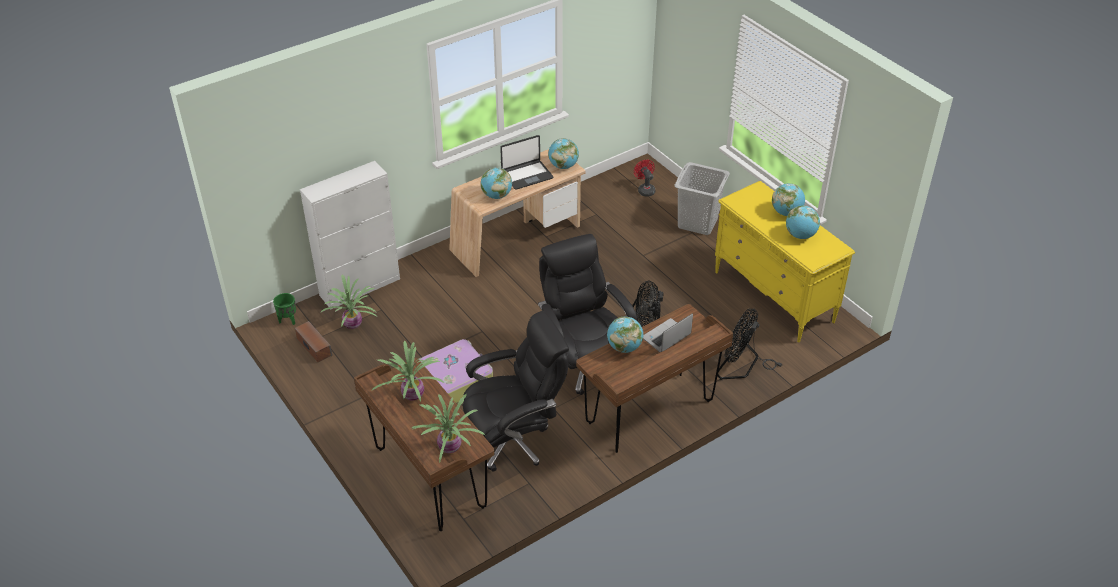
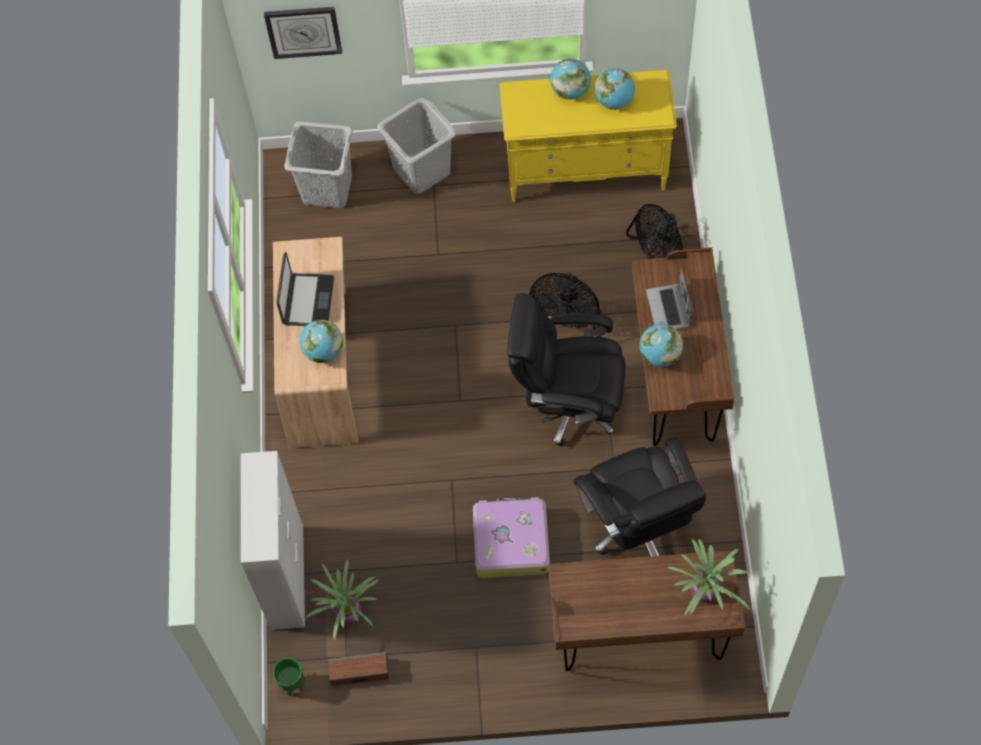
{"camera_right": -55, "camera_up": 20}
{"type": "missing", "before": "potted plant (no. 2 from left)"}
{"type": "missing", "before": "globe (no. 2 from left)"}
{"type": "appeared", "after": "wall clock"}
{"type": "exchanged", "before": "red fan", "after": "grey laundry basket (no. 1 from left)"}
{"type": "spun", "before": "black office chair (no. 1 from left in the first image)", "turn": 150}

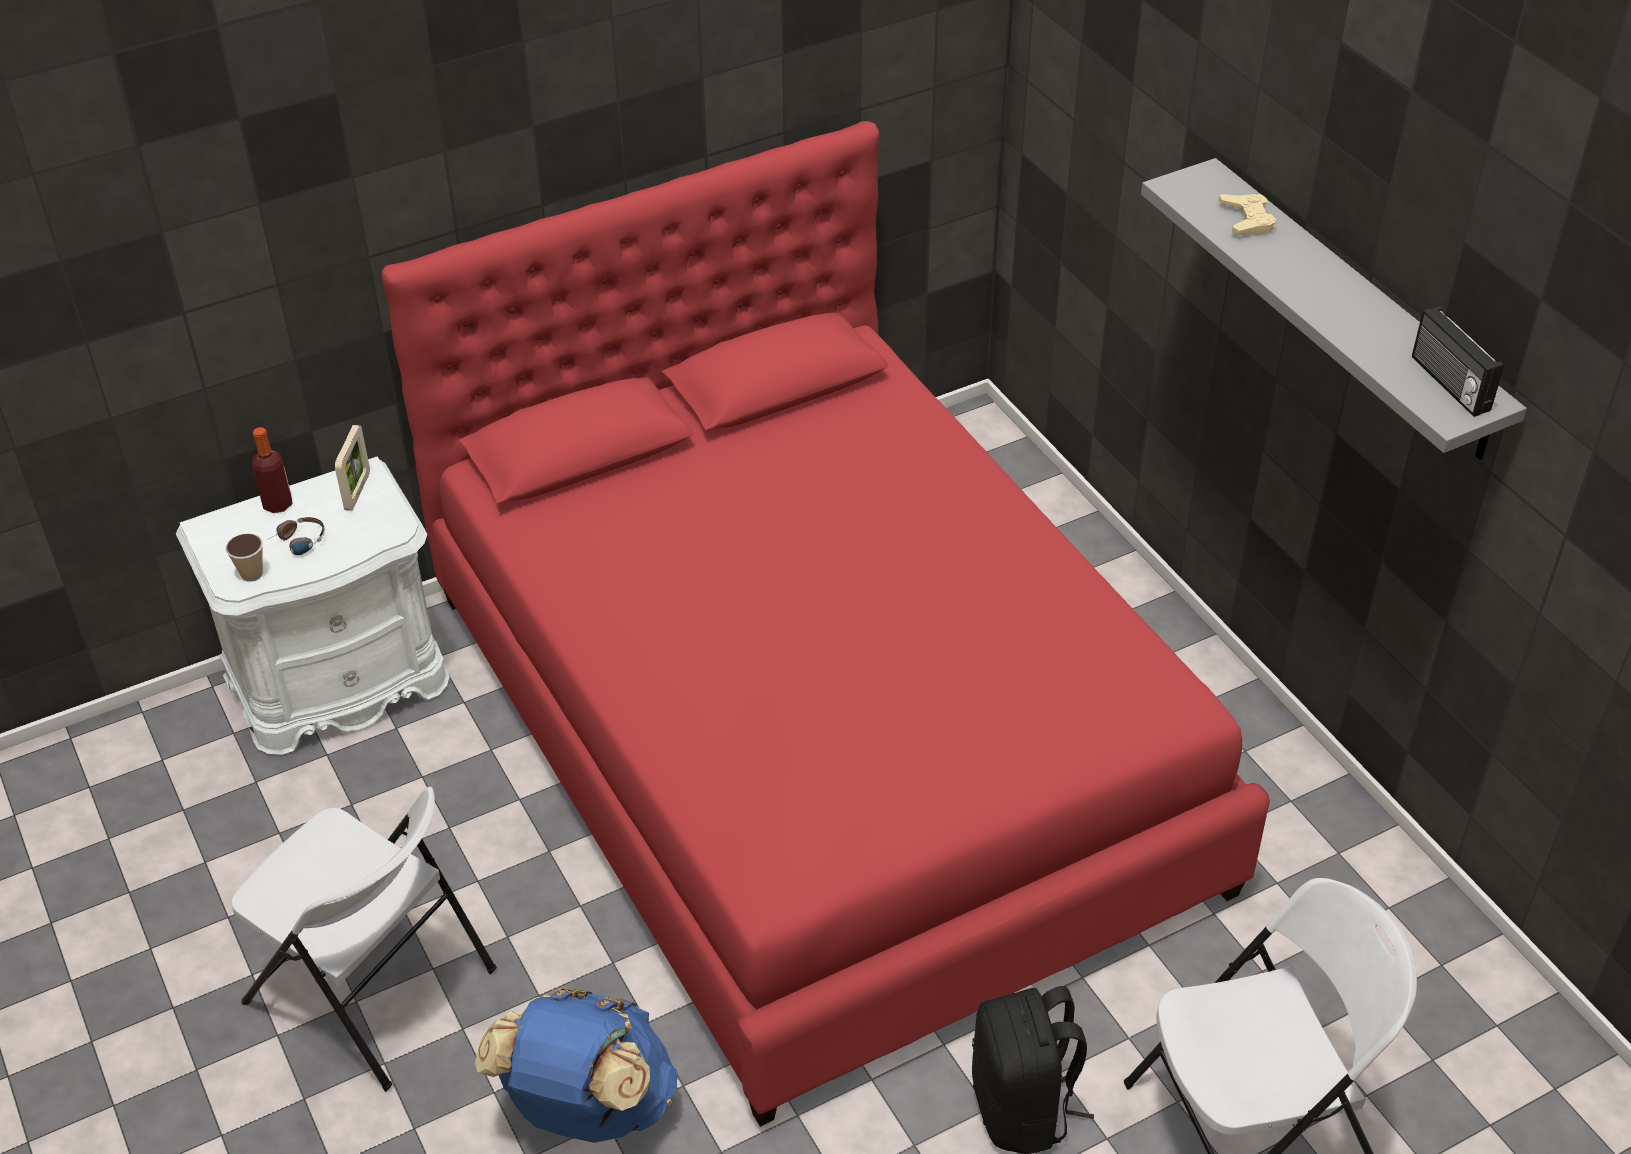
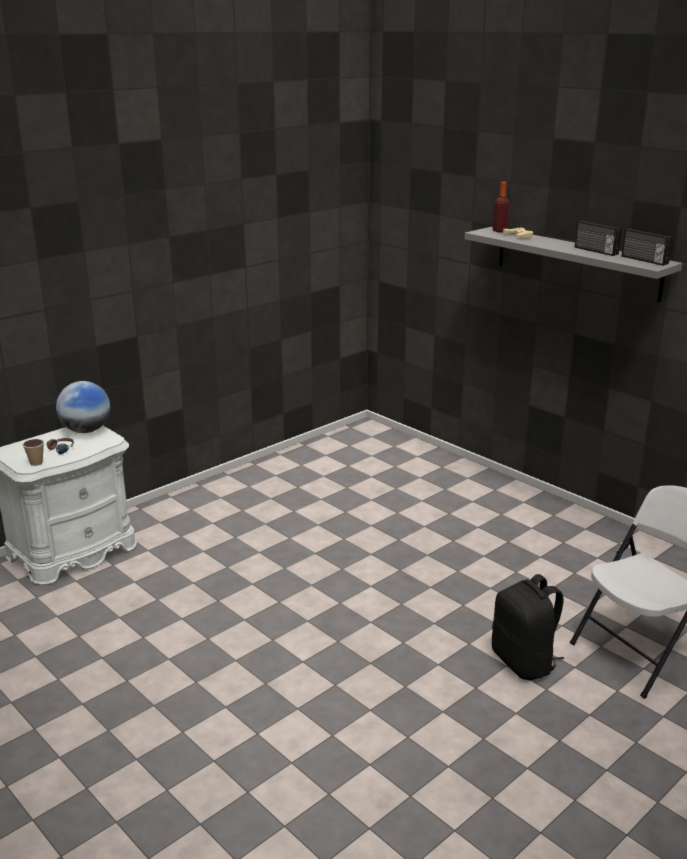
{"camera_right": -15, "camera_up": -20}
{"type": "missing", "before": "white chair (no. 1 from left)"}
{"type": "missing", "before": "red bed"}
{"type": "missing", "before": "blue backpack"}
{"type": "appeared", "after": "radio (no. 1 from left)"}
{"type": "relocated", "before": "bottle"}
{"type": "exchanged", "before": "picture frame", "after": "globe"}

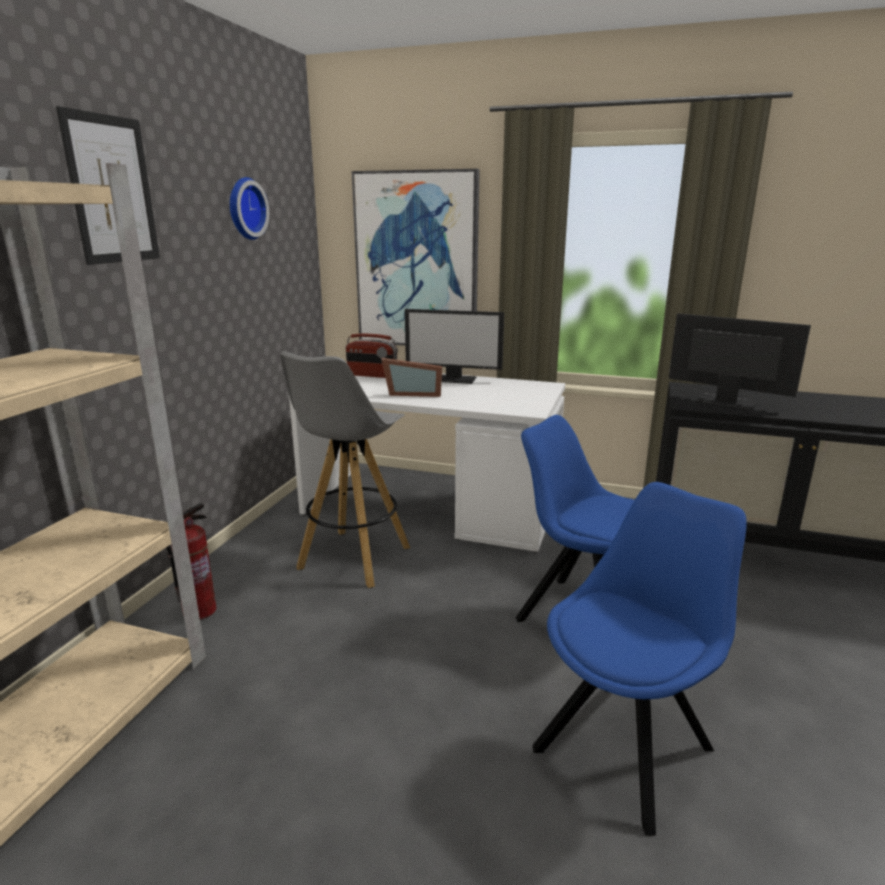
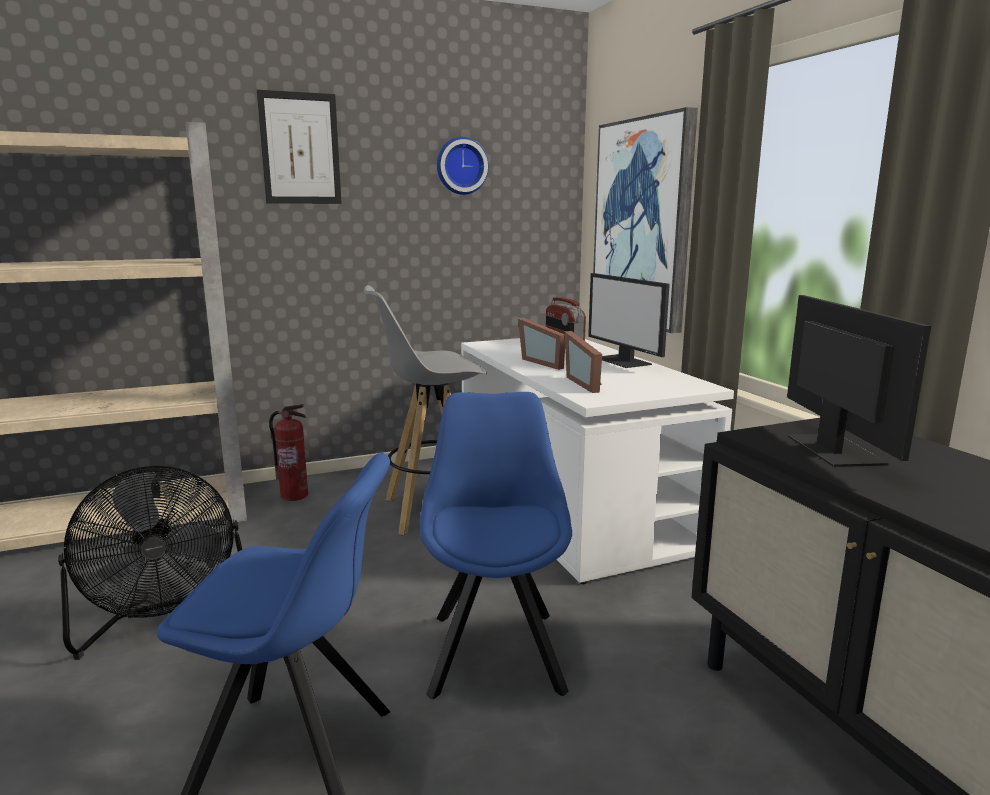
{"camera_right": 50, "camera_up": -5}
{"type": "appeared", "after": "black fan"}
{"type": "appeared", "after": "picture frame (no. 2 from left)"}

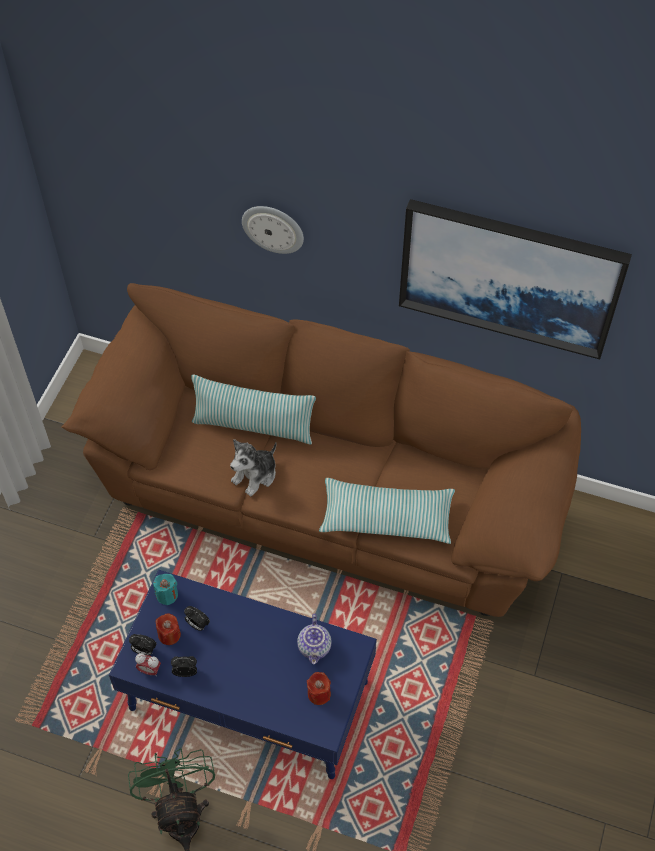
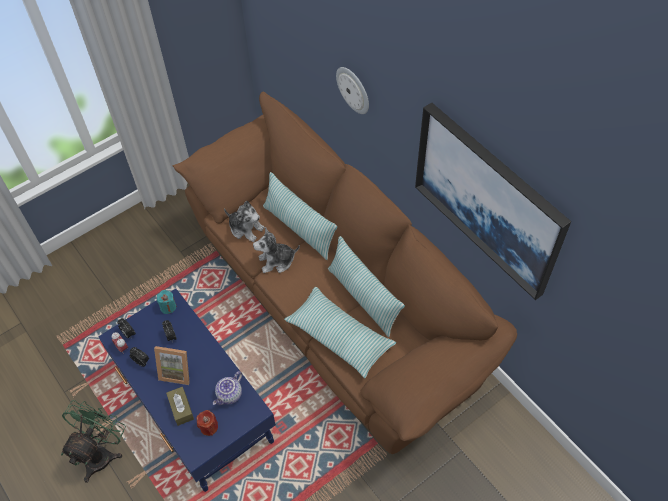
{"camera_right": 35, "camera_up": 0}
{"type": "missing", "before": "red candle (no. 1 from left)"}
{"type": "appeared", "after": "picture frame"}
{"type": "appeared", "after": "brown tissue box"}
{"type": "appeared", "after": "plush toy (no. 1 from left)"}
{"type": "appeared", "after": "pillow (no. 3 from left)"}

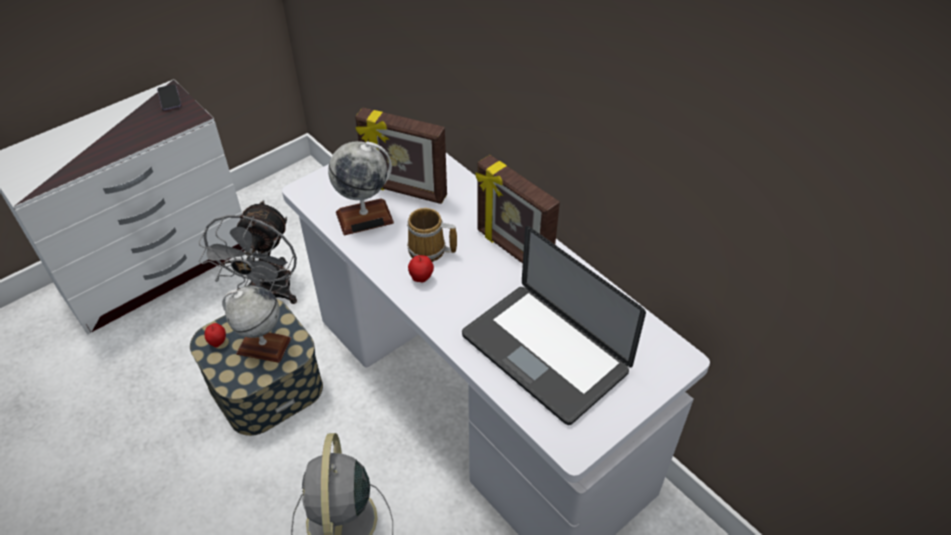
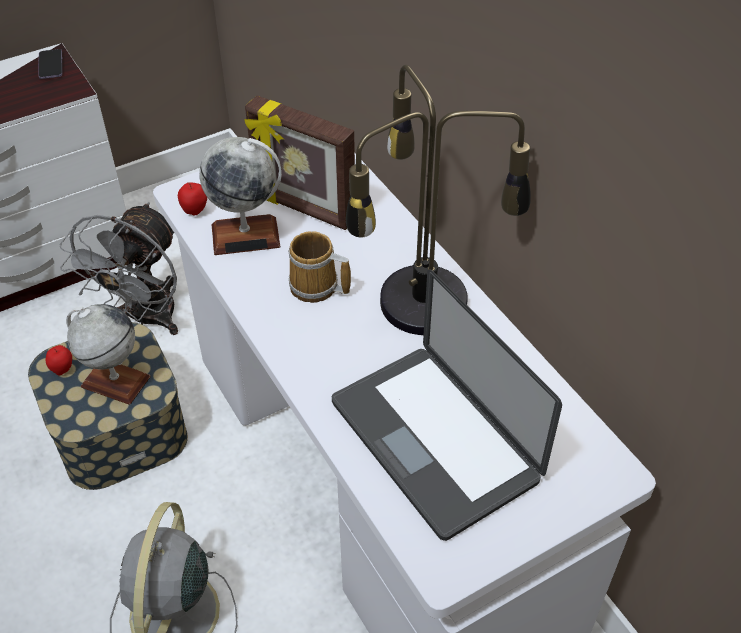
{"camera_right": 10, "camera_up": 0}
{"type": "relocated", "before": "apple (no. 2 from left)"}
{"type": "exchanged", "before": "picture frame (no. 2 from left)", "after": "table lamp"}

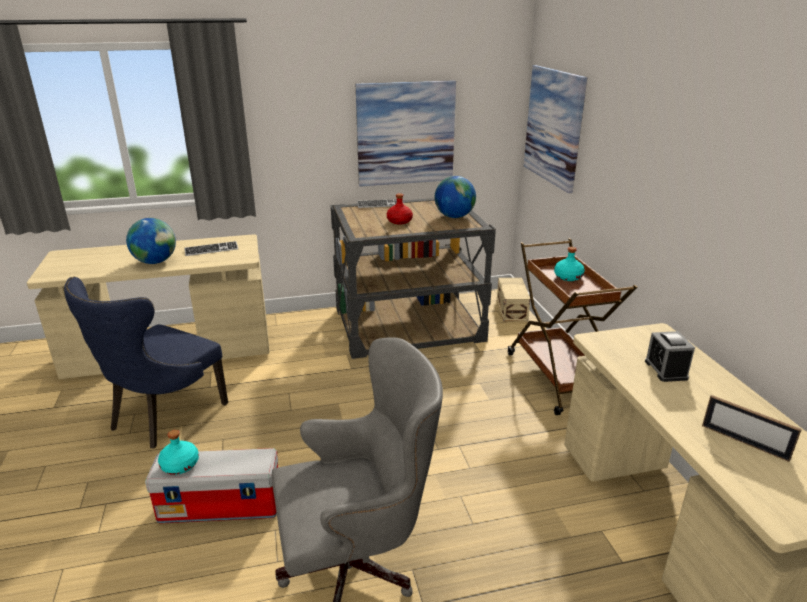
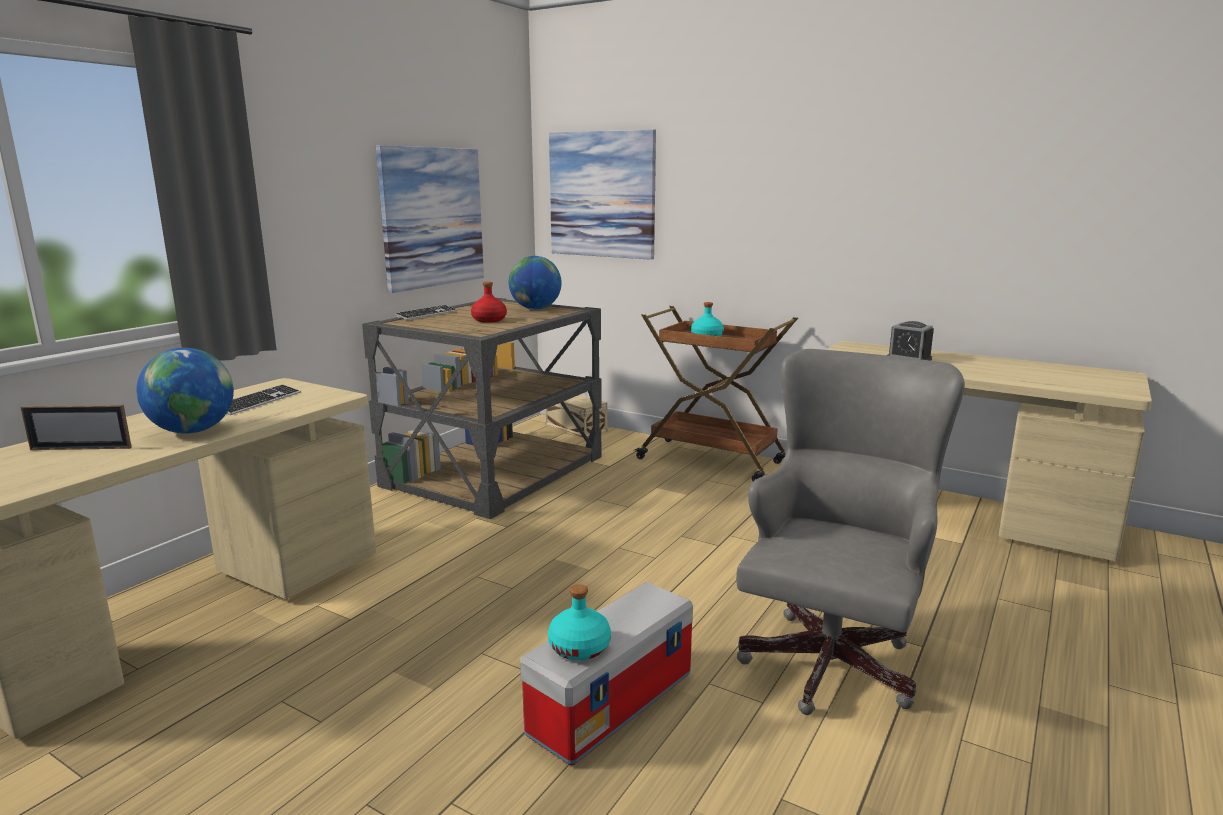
{"camera_right": -45, "camera_up": -10}
{"type": "missing", "before": "blue chair"}
{"type": "relocated", "before": "picture frame"}

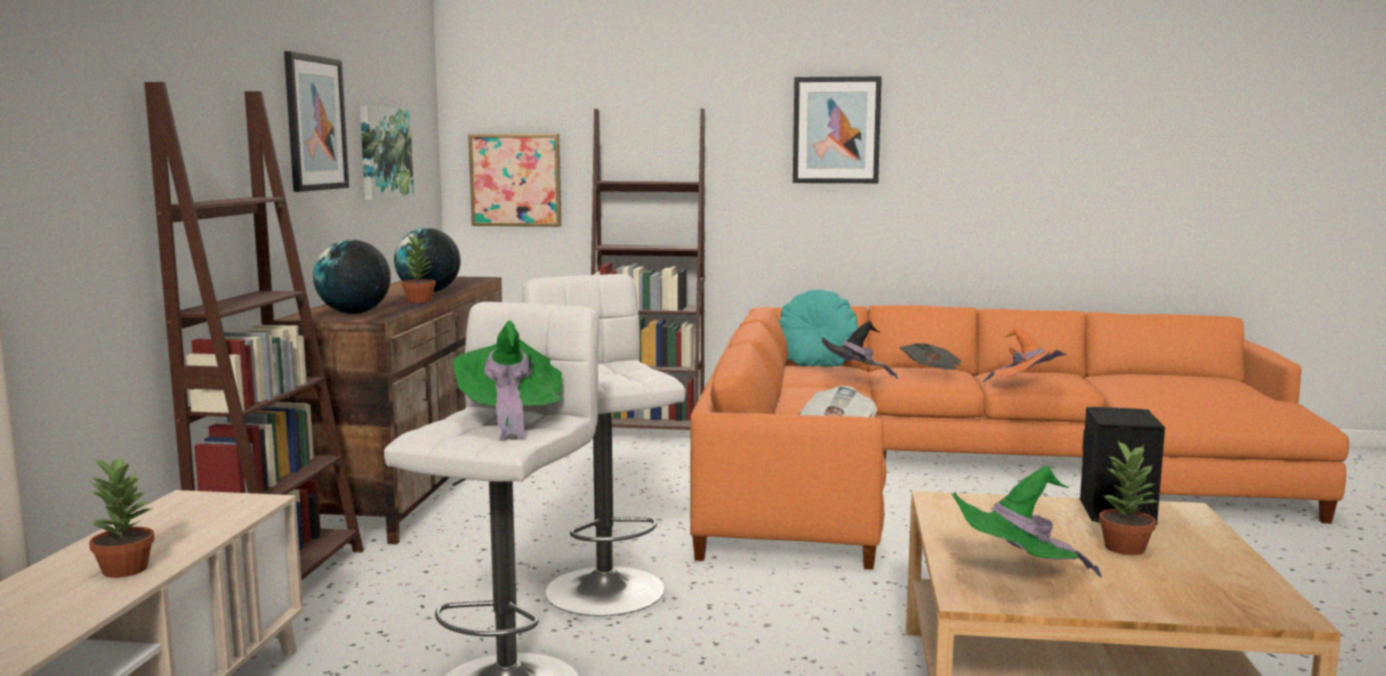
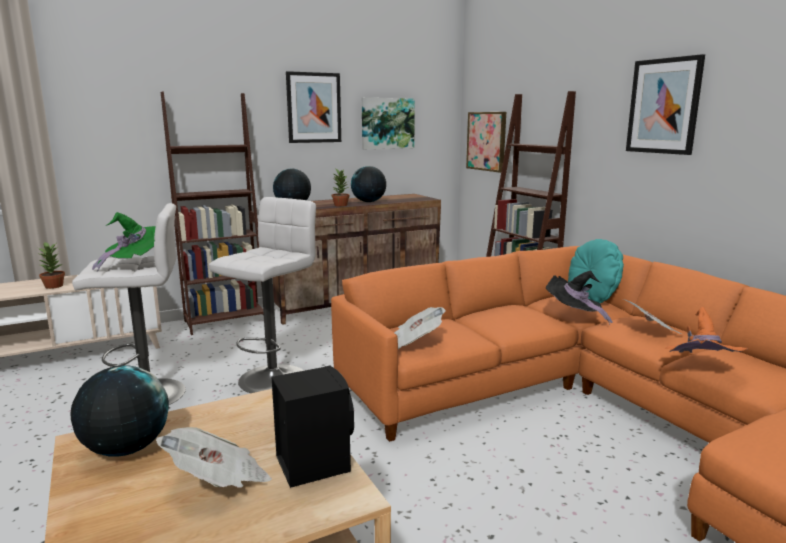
{"camera_right": 55, "camera_up": 5}
{"type": "exchanged", "before": "green hat (no. 2 from left)", "after": "globe (no. 1 from left)"}
{"type": "exchanged", "before": "potted plant (no. 3 from left)", "after": "newspaper (no. 1 from left)"}

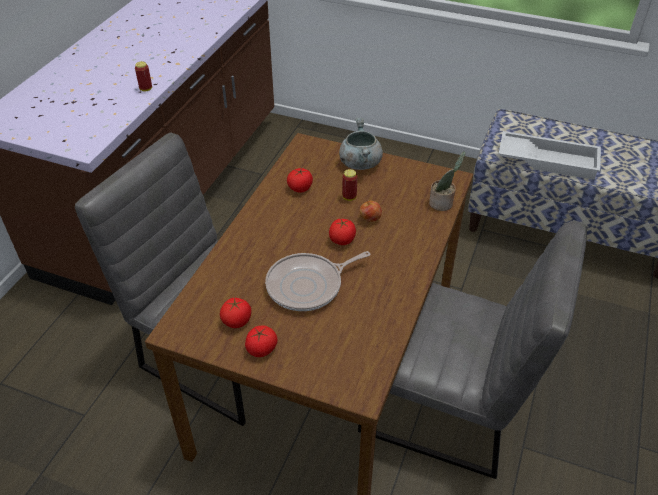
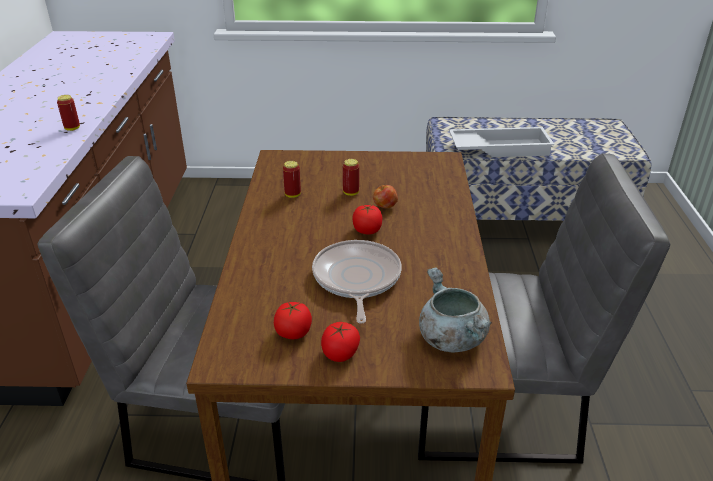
{"camera_right": -20, "camera_up": -10}
{"type": "missing", "before": "potted plant"}
{"type": "relocated", "before": "grey cooking pot"}
{"type": "exchanged", "before": "tomato (no. 3 from left)", "after": "can (no. 2 from left)"}
{"type": "spun", "before": "frying pan", "turn": 135}

